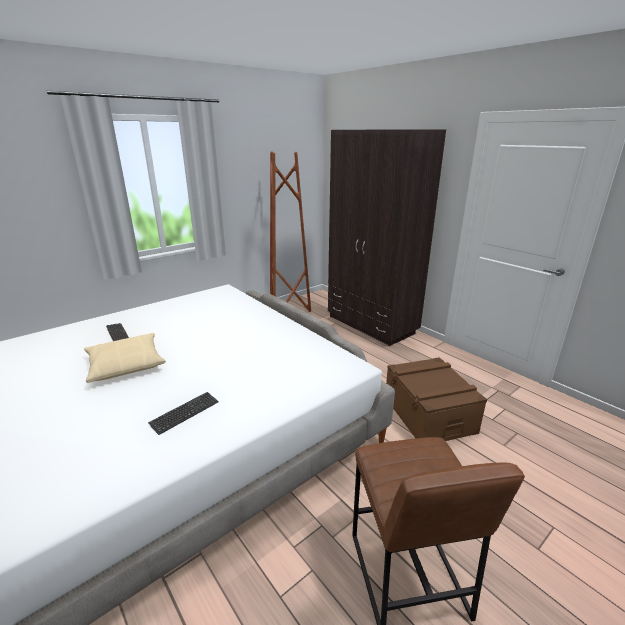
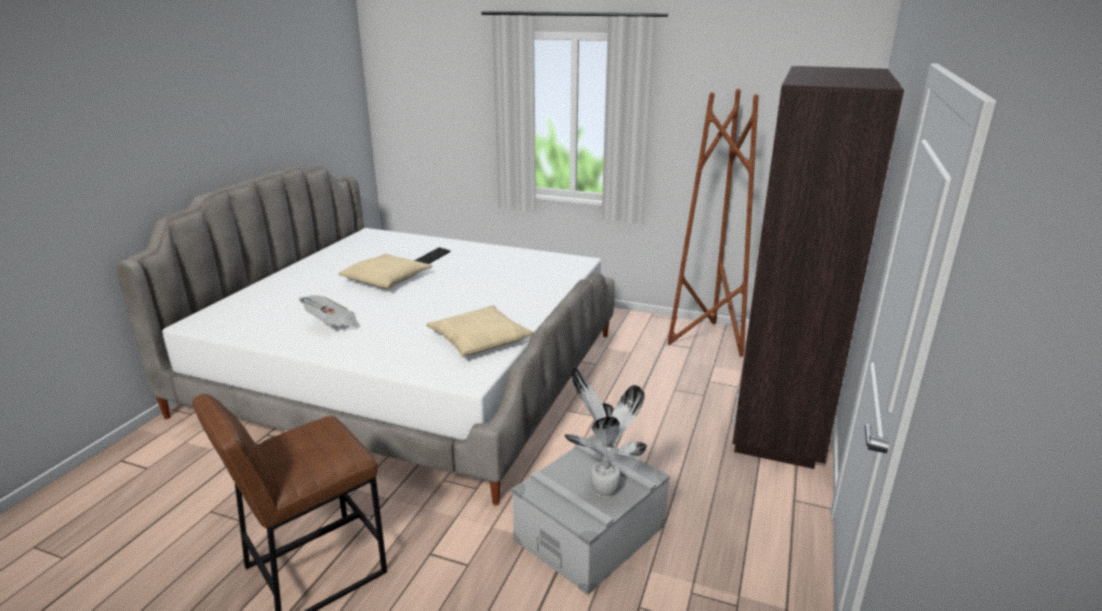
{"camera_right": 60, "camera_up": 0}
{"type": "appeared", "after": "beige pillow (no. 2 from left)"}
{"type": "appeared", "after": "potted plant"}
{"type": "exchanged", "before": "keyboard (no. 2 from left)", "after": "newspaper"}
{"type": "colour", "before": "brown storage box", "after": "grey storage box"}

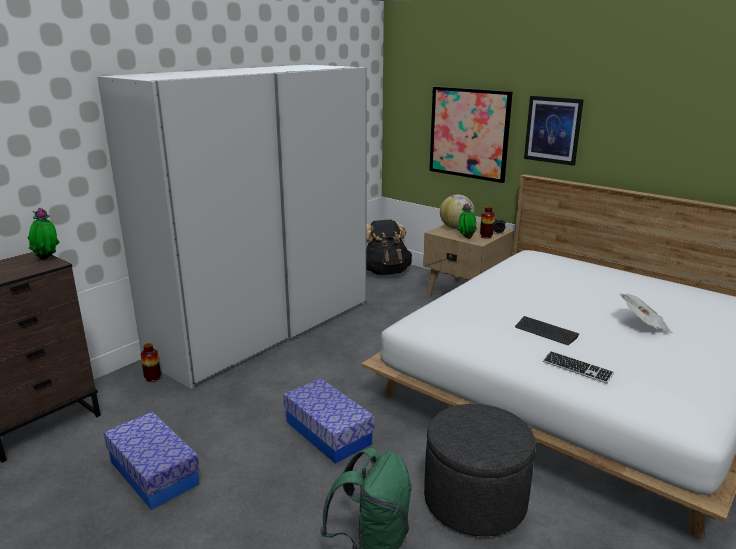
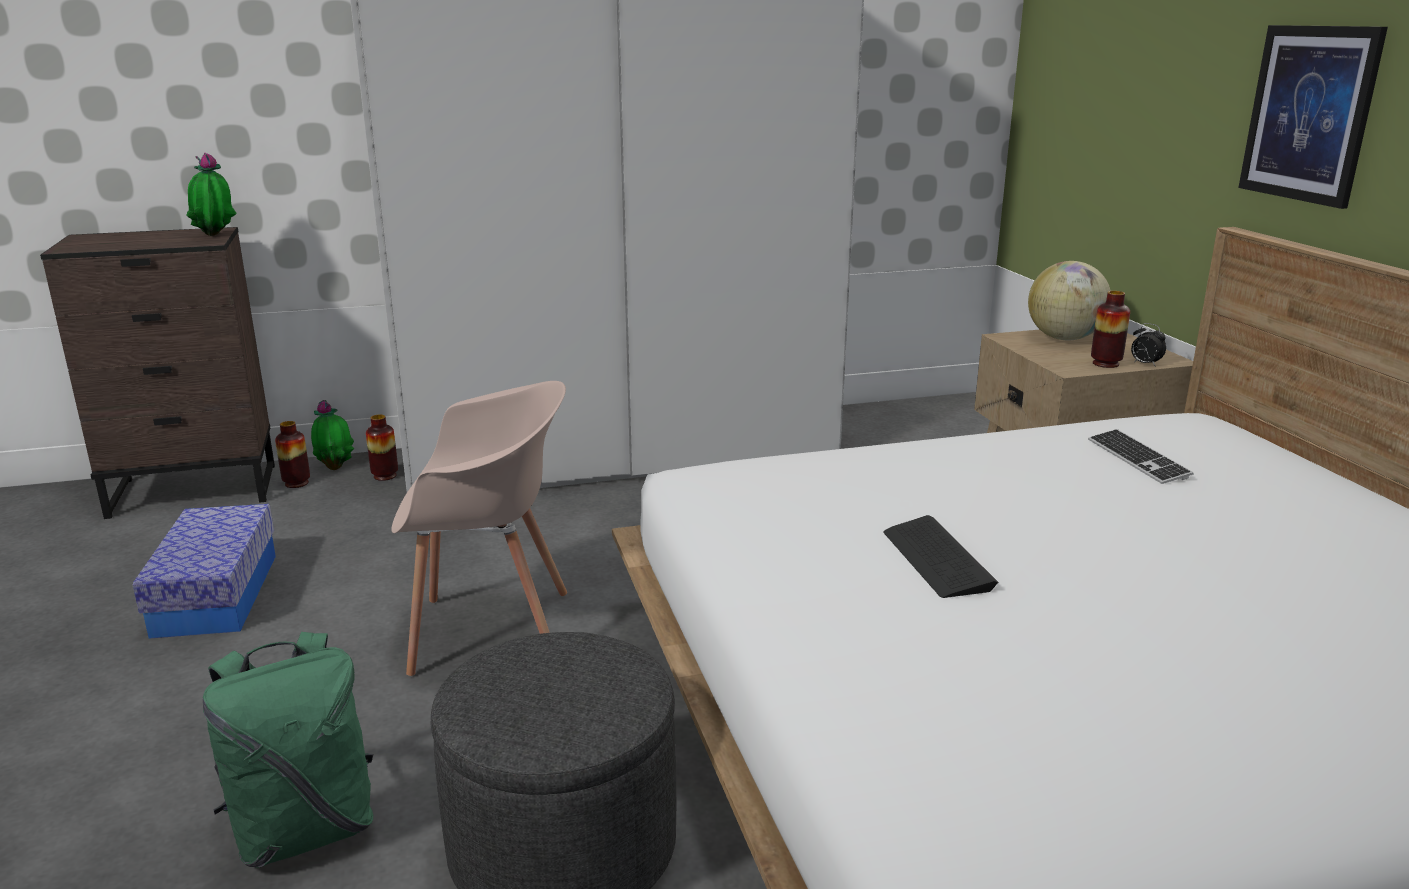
{"camera_right": 35, "camera_up": 0}
{"type": "missing", "before": "black backpack"}
{"type": "missing", "before": "picture (no. 1 from left)"}
{"type": "missing", "before": "newspaper"}
{"type": "appeared", "after": "vase (no. 1 from left)"}
{"type": "relocated", "before": "potted plant (no. 2 from left)"}
{"type": "relocated", "before": "keyboard (no. 2 from left)"}
{"type": "exchanged", "before": "storage box (no. 2 from left)", "after": "beige chair"}

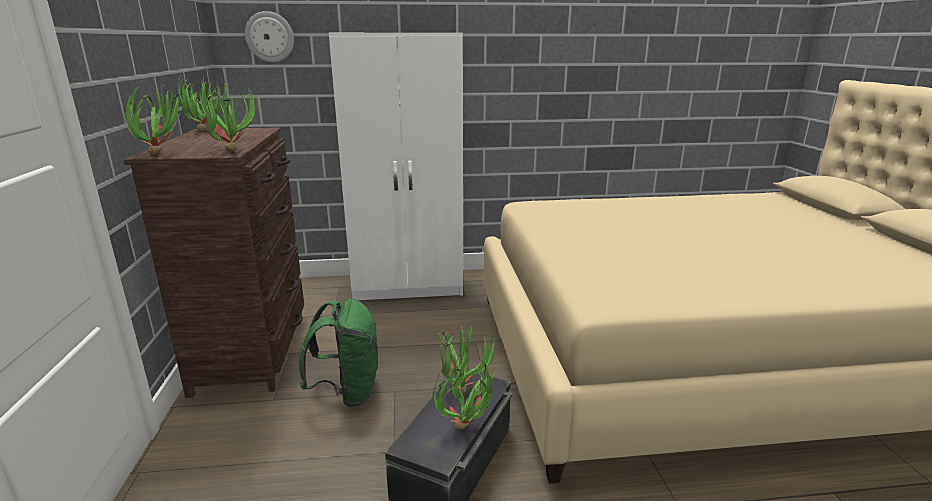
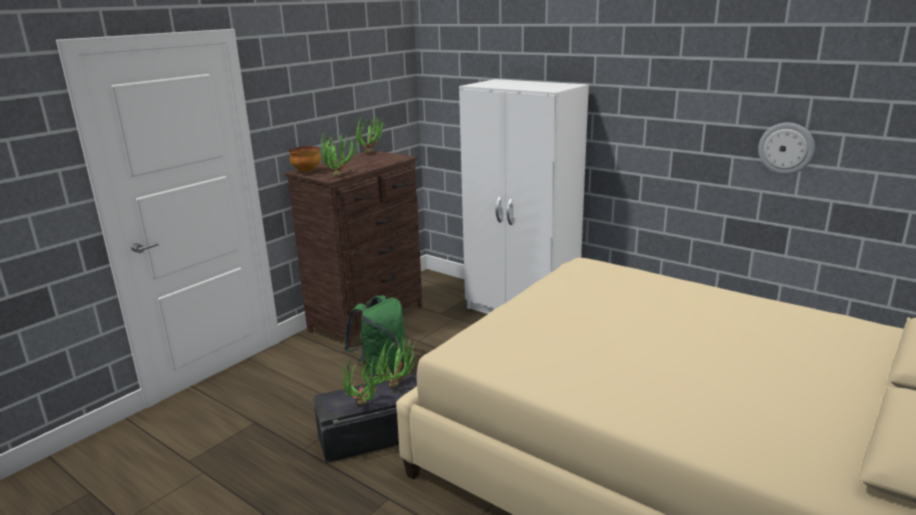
{"camera_right": 45, "camera_up": 0}
{"type": "relocated", "before": "wall clock"}
{"type": "exchanged", "before": "potted plant (no. 1 from left)", "after": "bowl"}

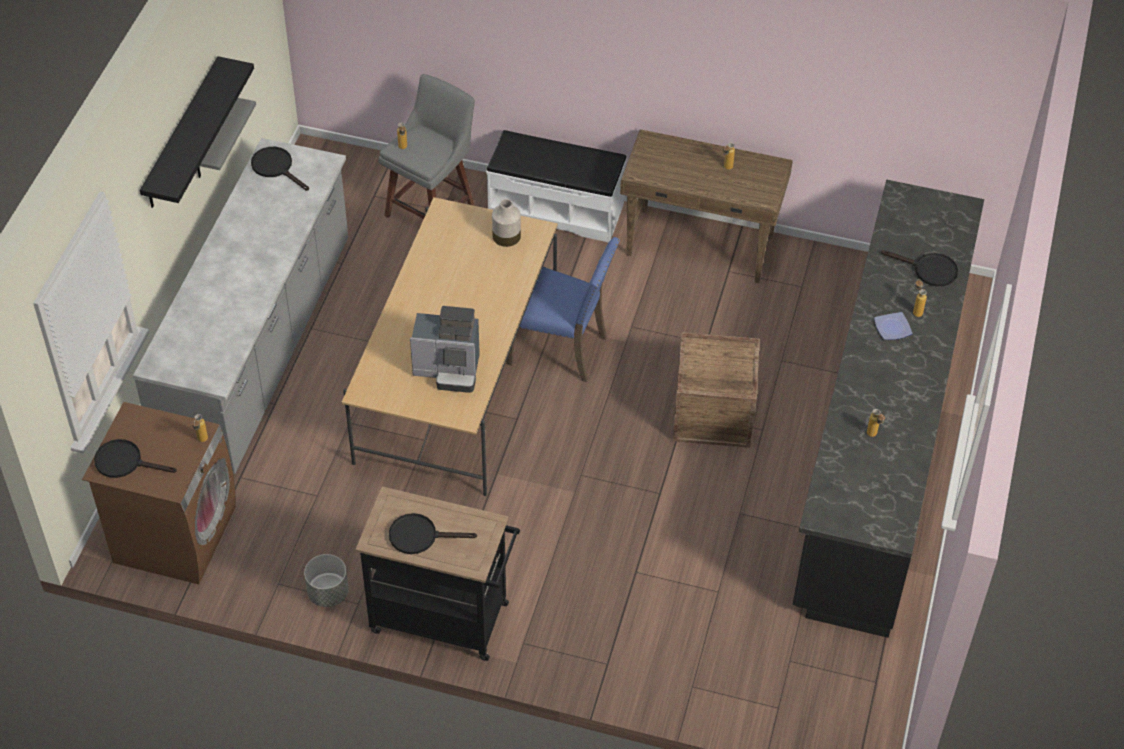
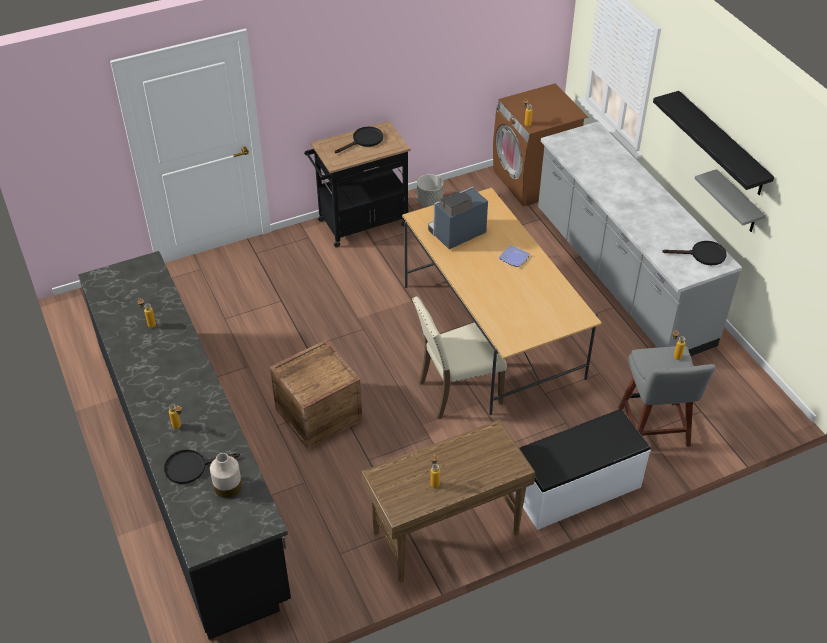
{"camera_right": 140, "camera_up": -5}
{"type": "missing", "before": "black frying pan (no. 1 from left)"}
{"type": "relocated", "before": "beige vase"}
{"type": "relocated", "before": "plate"}
{"type": "colour", "before": "blue chair", "after": "beige chair"}

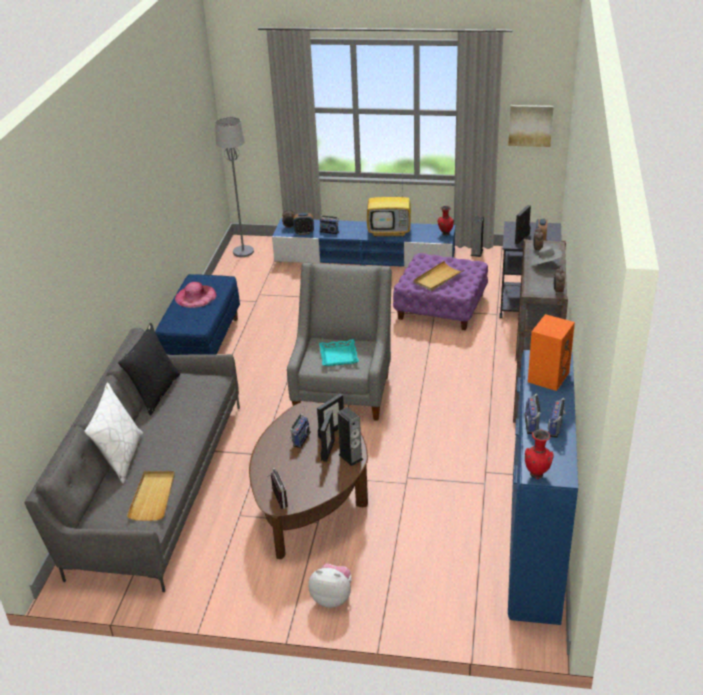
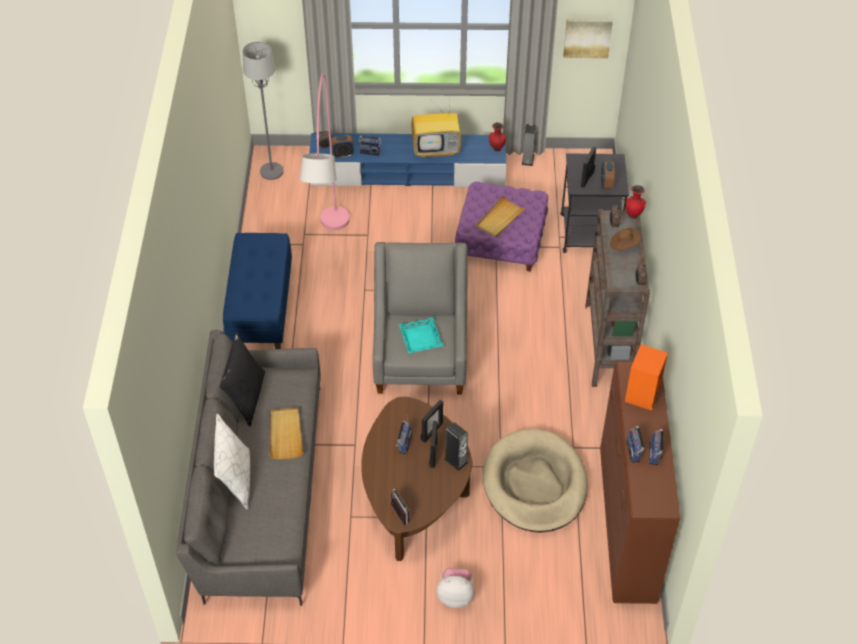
{"camera_right": -10, "camera_up": 15}
{"type": "missing", "before": "pink hat"}
{"type": "appeared", "after": "pink floor lamp"}
{"type": "appeared", "after": "beige dog bed"}
{"type": "relocated", "before": "beige tray (no. 1 from left)"}
{"type": "relocated", "before": "red vase (no. 2 from left)"}
{"type": "colour", "before": "blue dresser", "after": "brown dresser"}
{"type": "colour", "before": "grey hat", "after": "brown hat"}

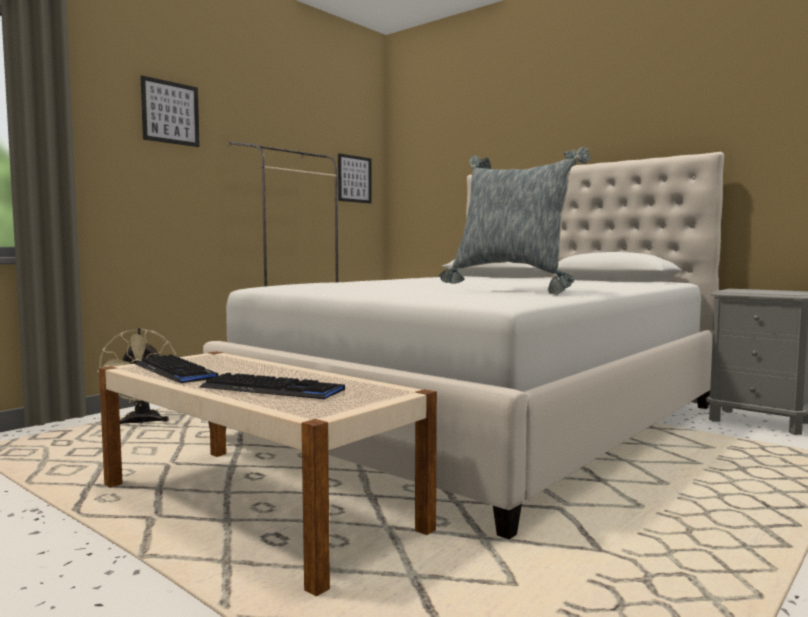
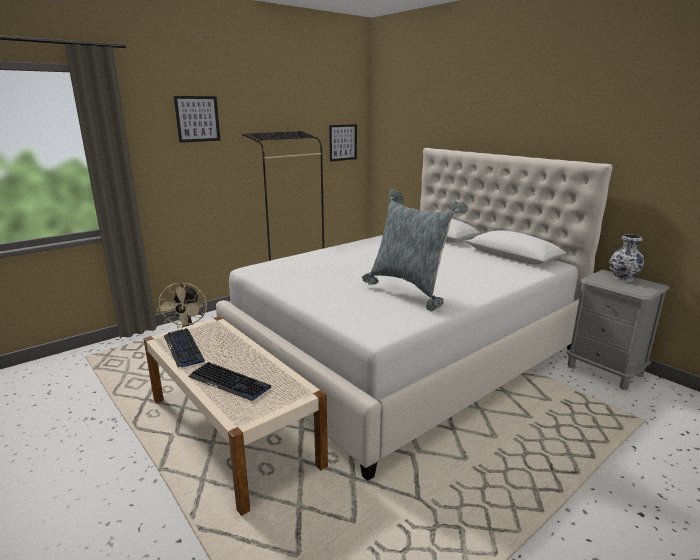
{"camera_right": 10, "camera_up": 15}
{"type": "appeared", "after": "vase"}

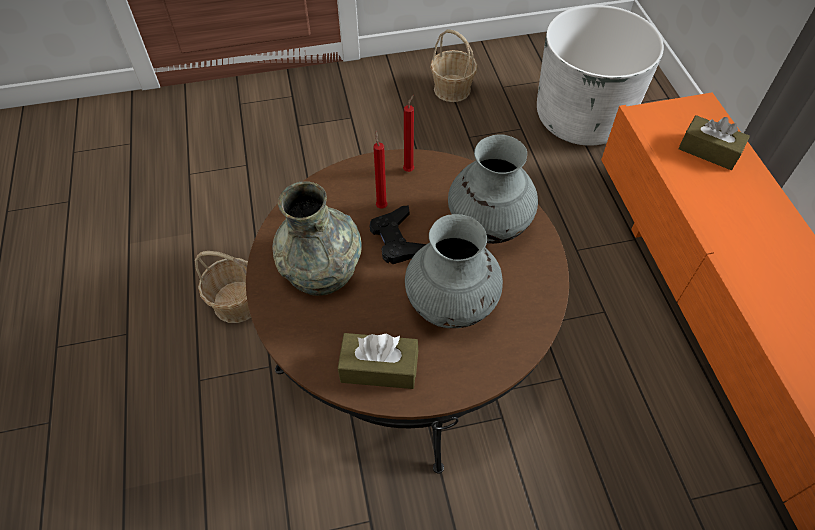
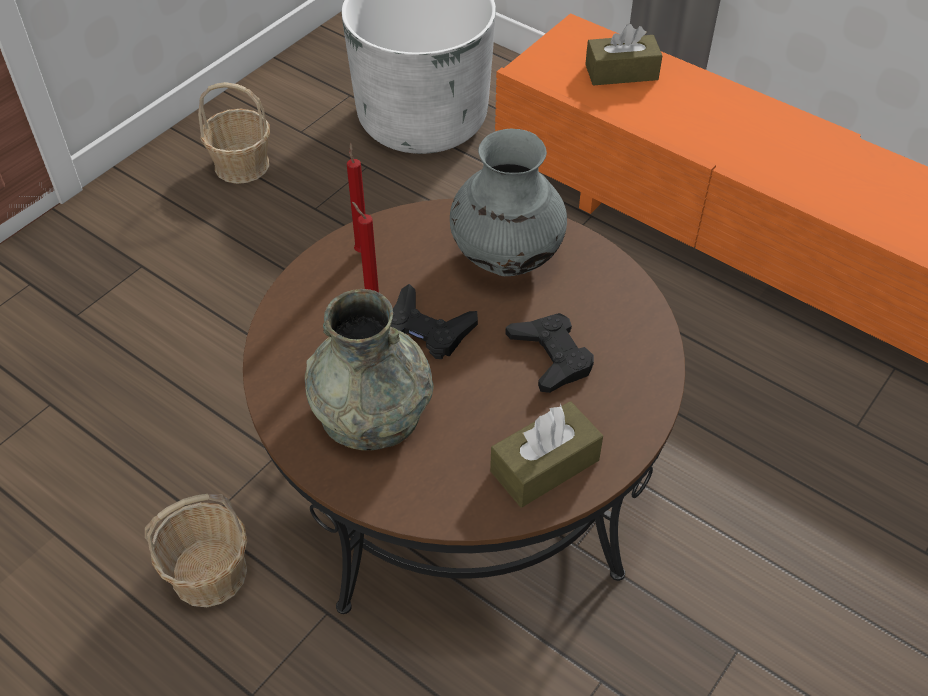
{"camera_right": -40, "camera_up": -5}
{"type": "exchanged", "before": "grey vase (no. 2 from left)", "after": "black game controller (no. 2 from left)"}

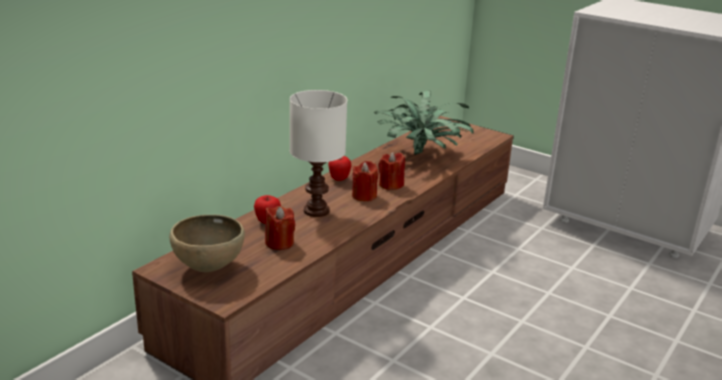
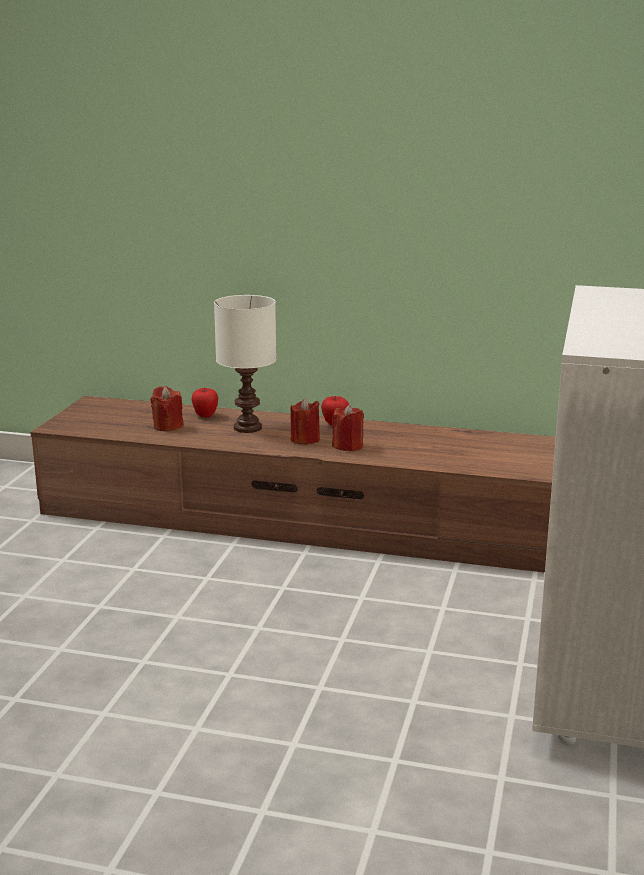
{"camera_right": 70, "camera_up": -5}
{"type": "missing", "before": "brown bowl"}
{"type": "missing", "before": "potted plant"}

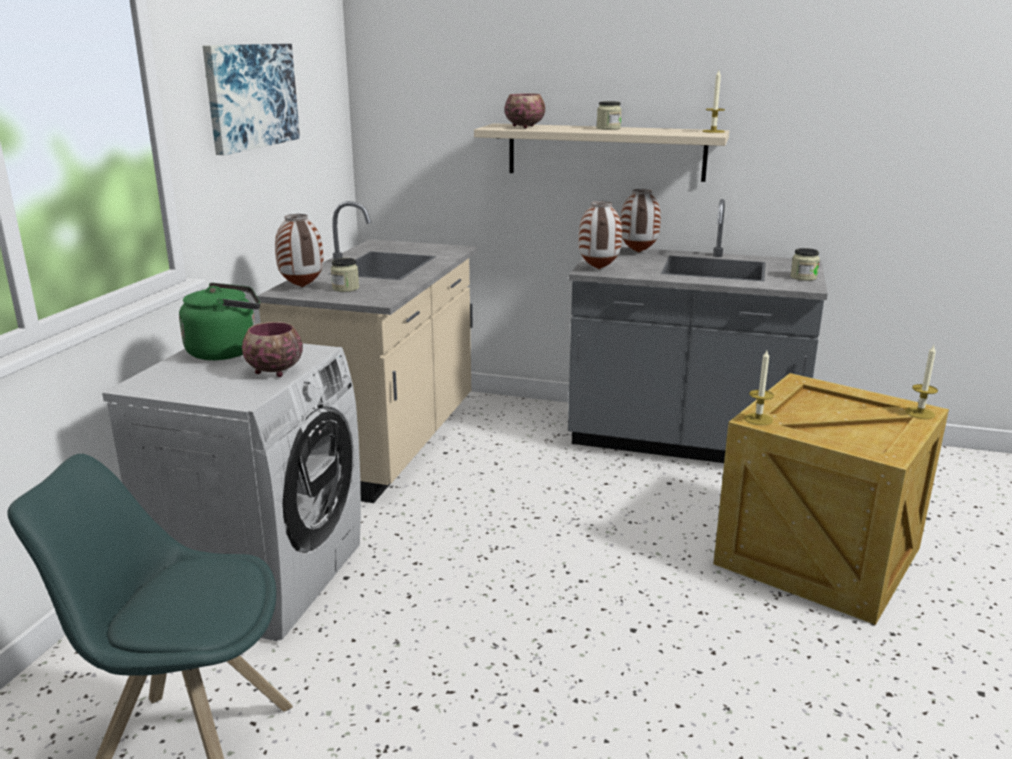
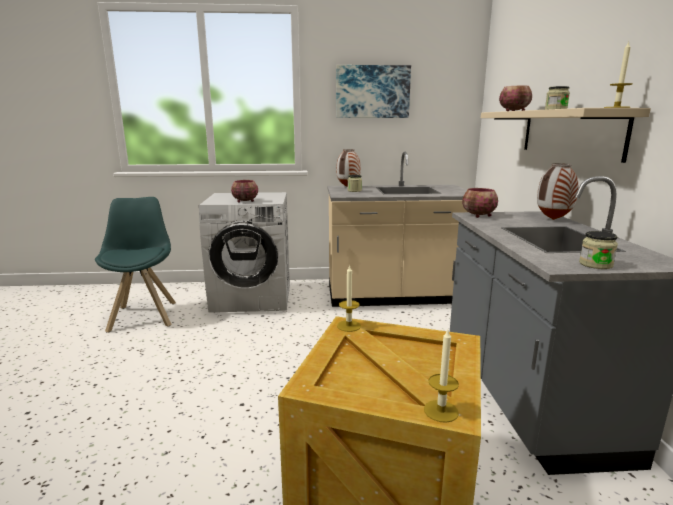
{"camera_right": 70, "camera_up": -5}
{"type": "missing", "before": "green kettle"}
{"type": "exchanged", "before": "vase (no. 2 from left)", "after": "bowl (no. 2 from left)"}

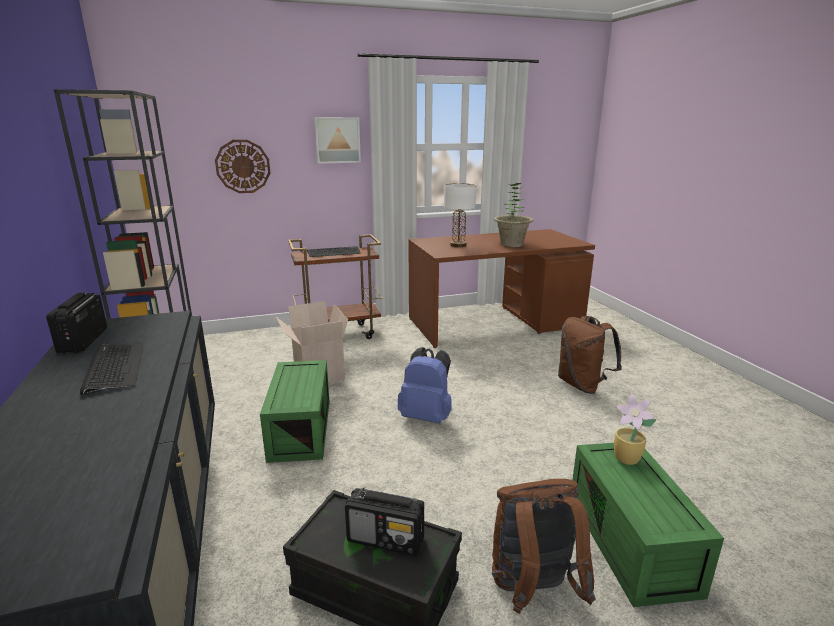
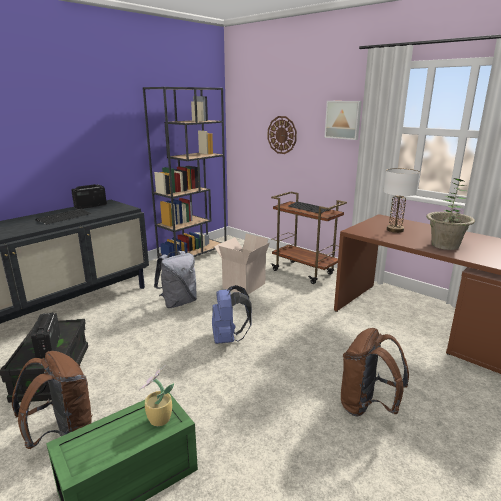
{"camera_right": 60, "camera_up": 0}
{"type": "exchanged", "before": "green storage box (no. 1 from left)", "after": "grey backpack"}

